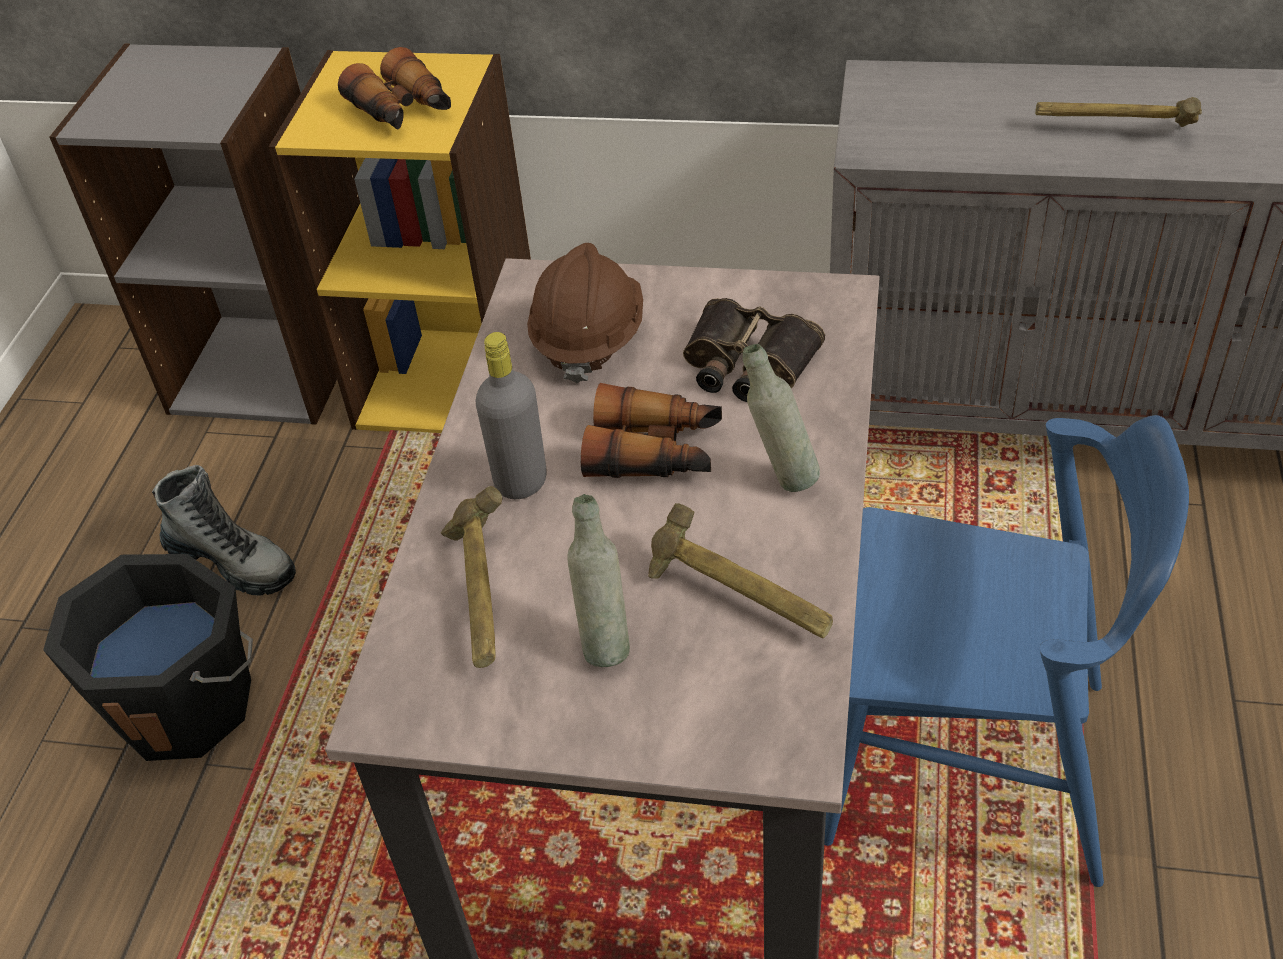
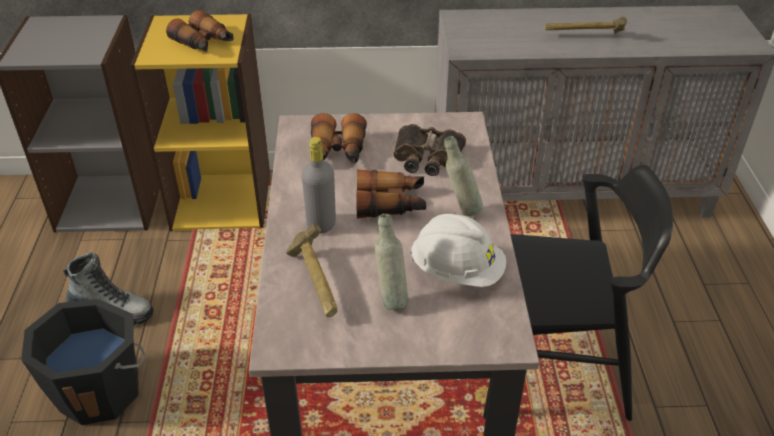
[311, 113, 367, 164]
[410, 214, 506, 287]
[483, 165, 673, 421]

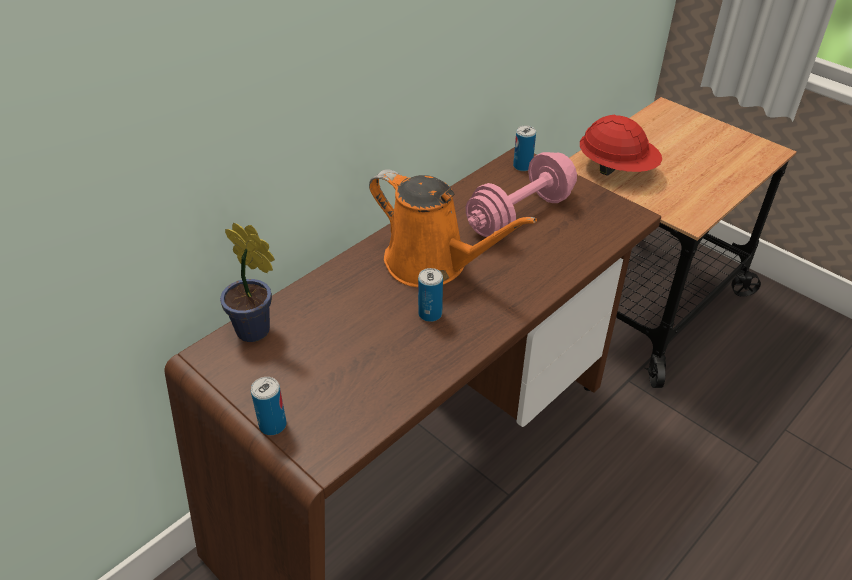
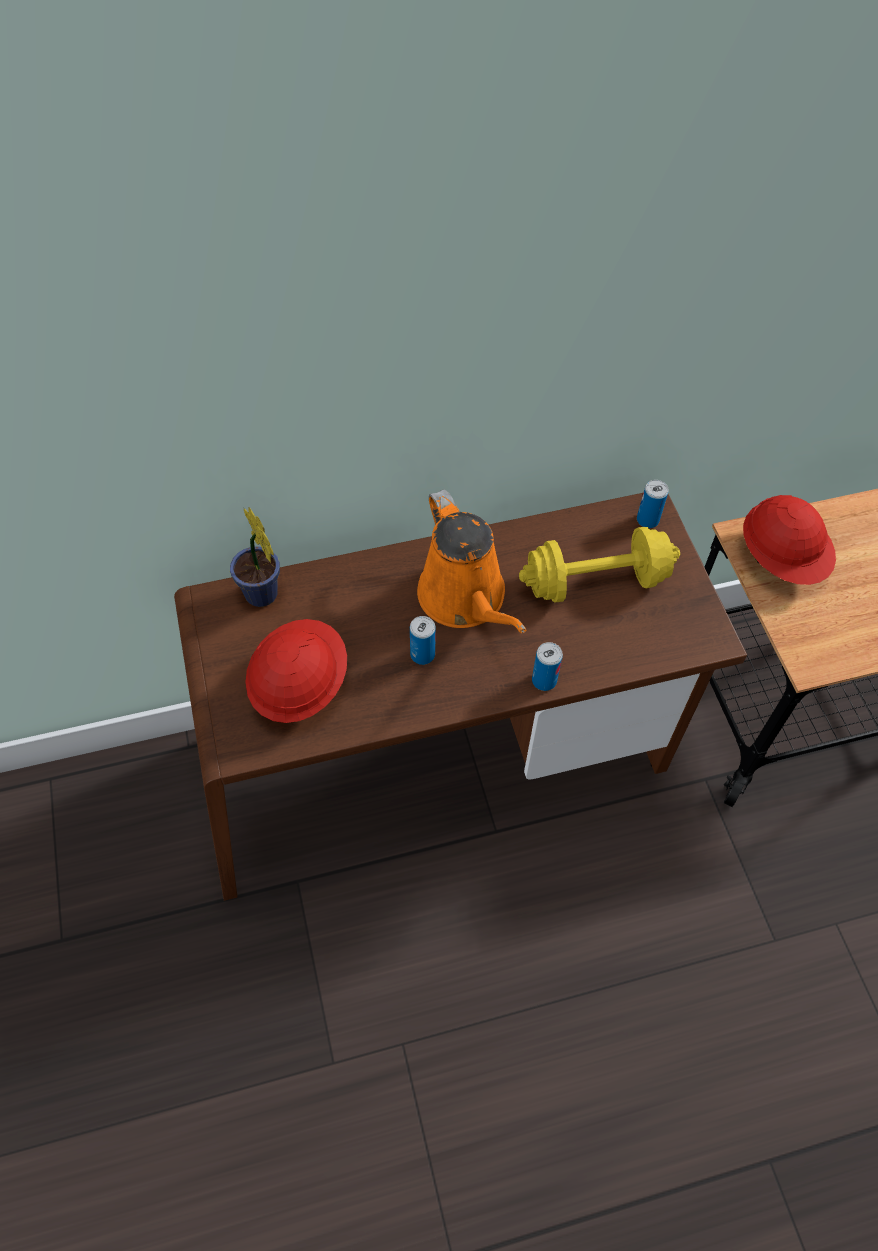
[245, 619, 347, 723]
[519, 527, 680, 603]
[532, 642, 563, 691]

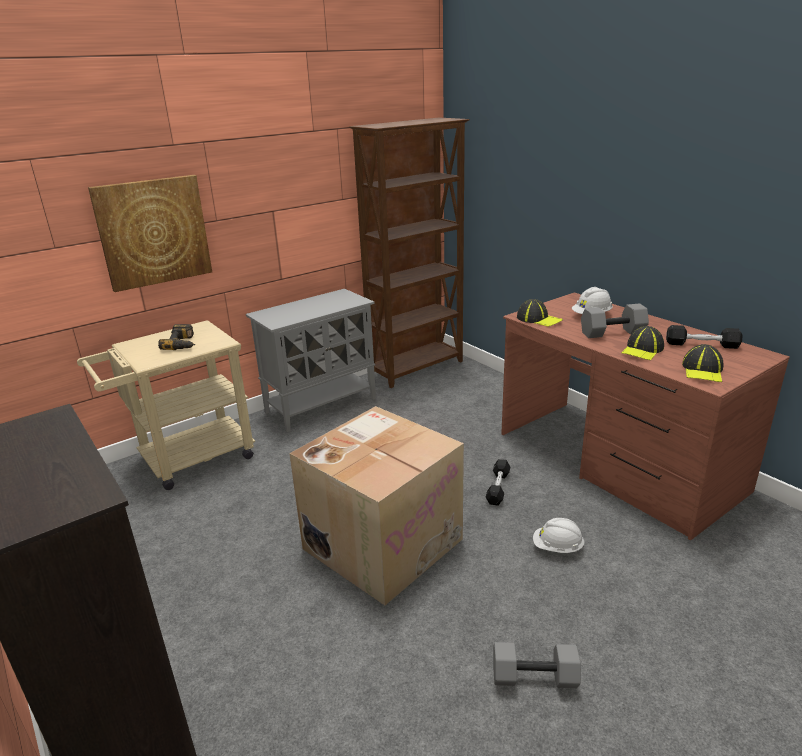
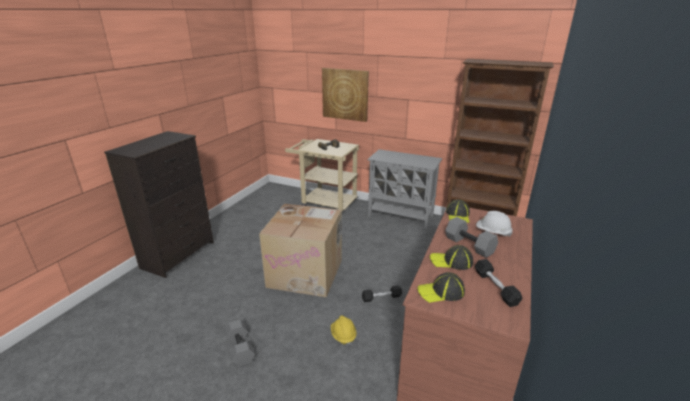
[331, 315, 357, 346]

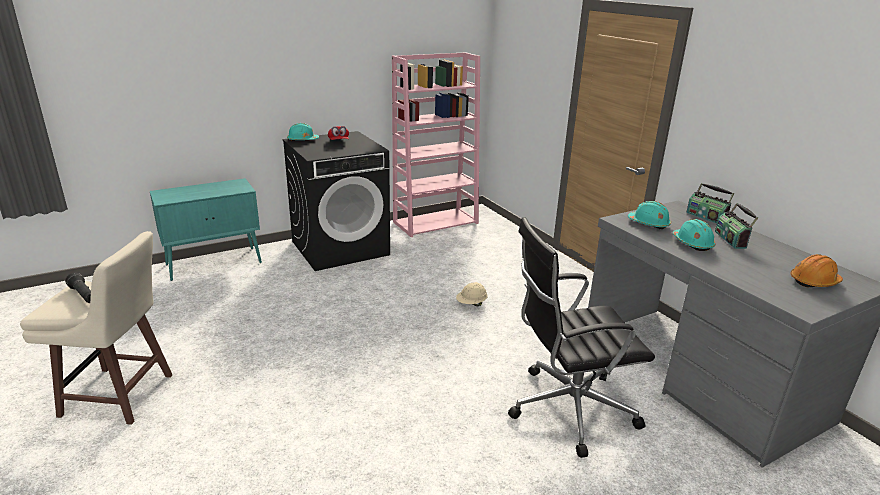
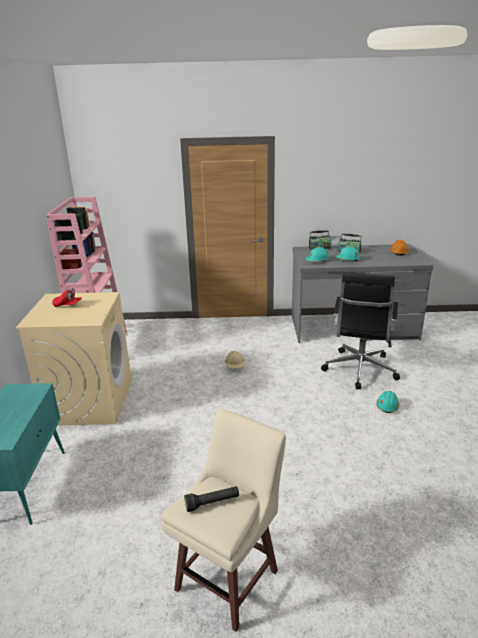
[16, 292, 132, 426]
[376, 391, 400, 413]

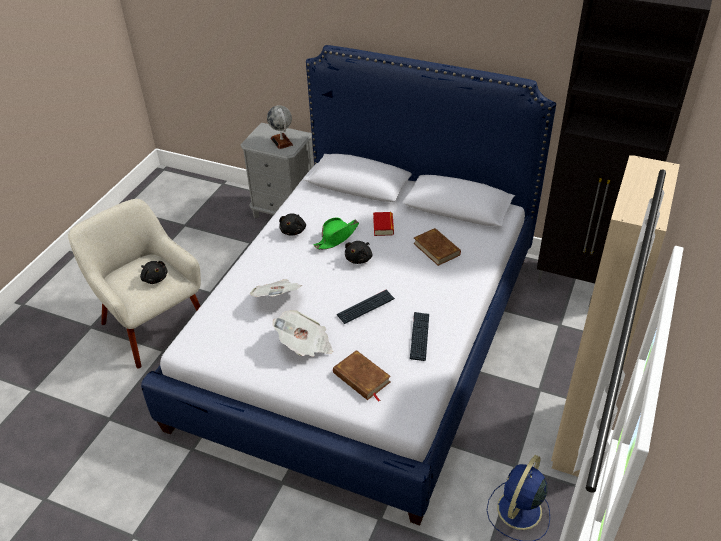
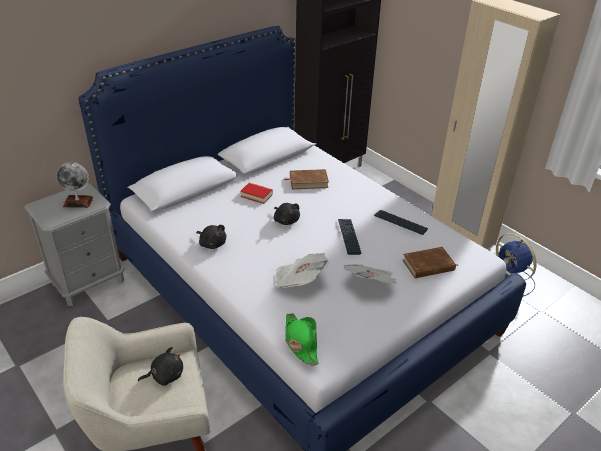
[285, 313, 319, 366]

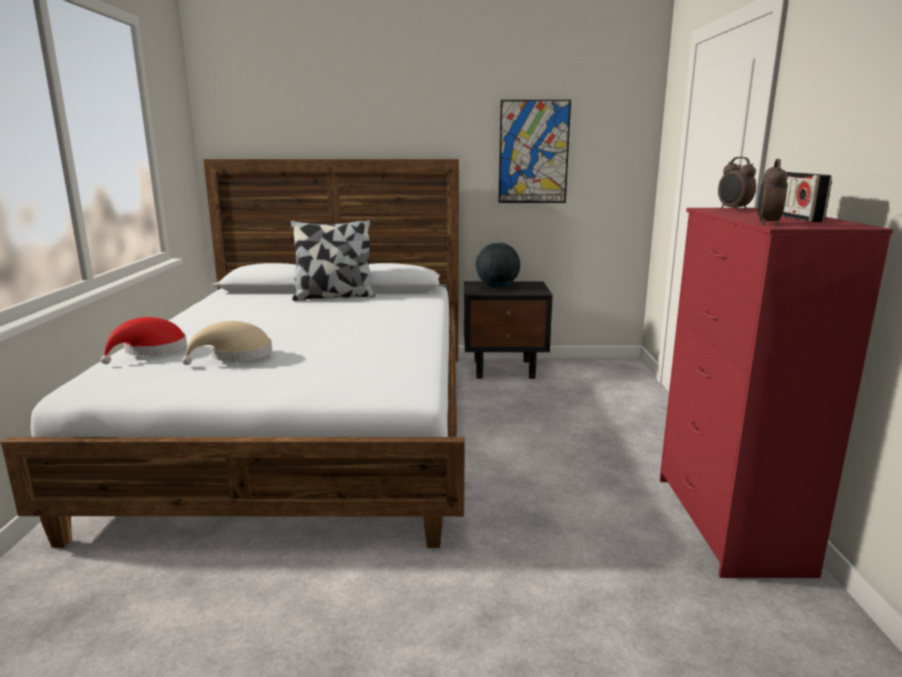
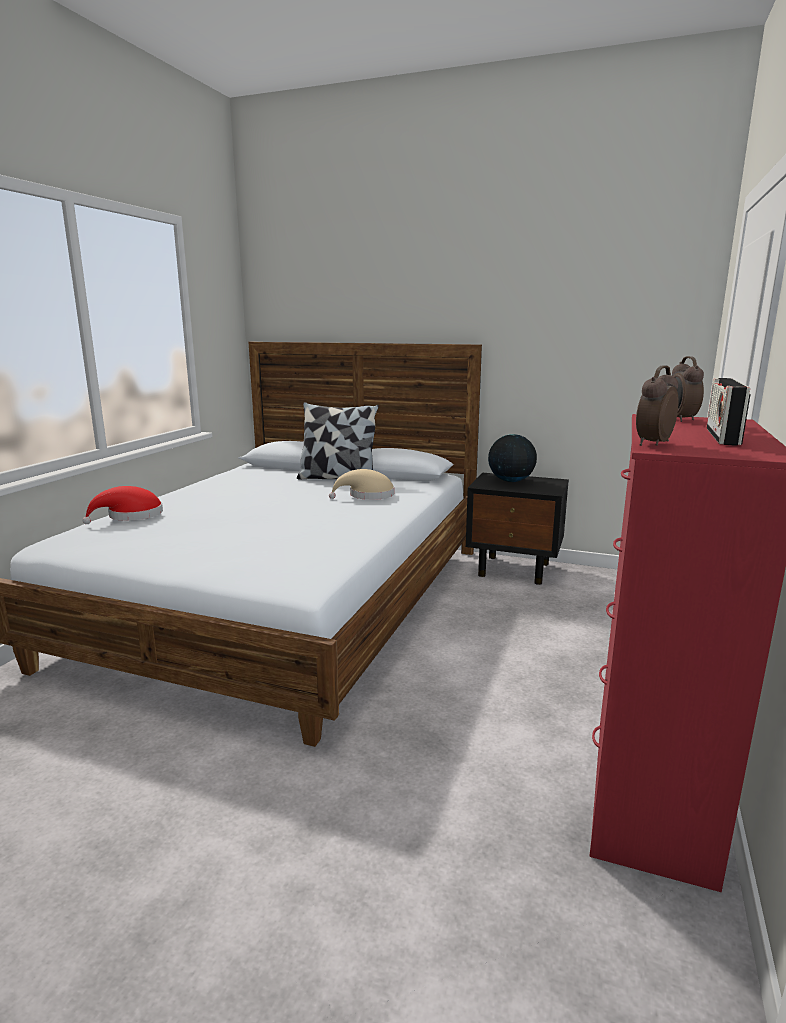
[329, 469, 394, 500]
[498, 100, 571, 203] (first image)

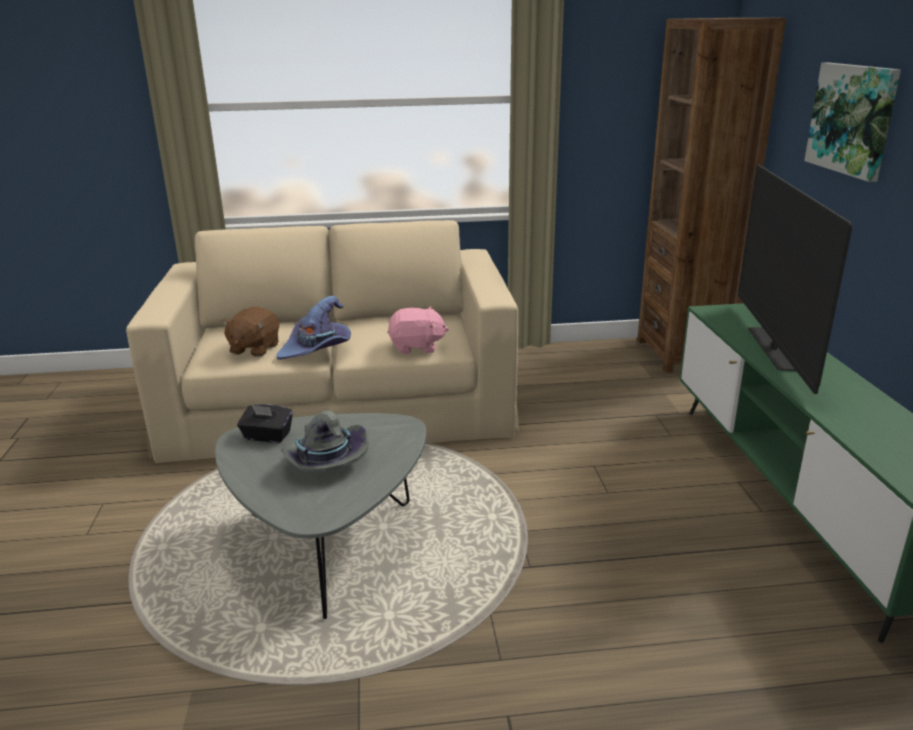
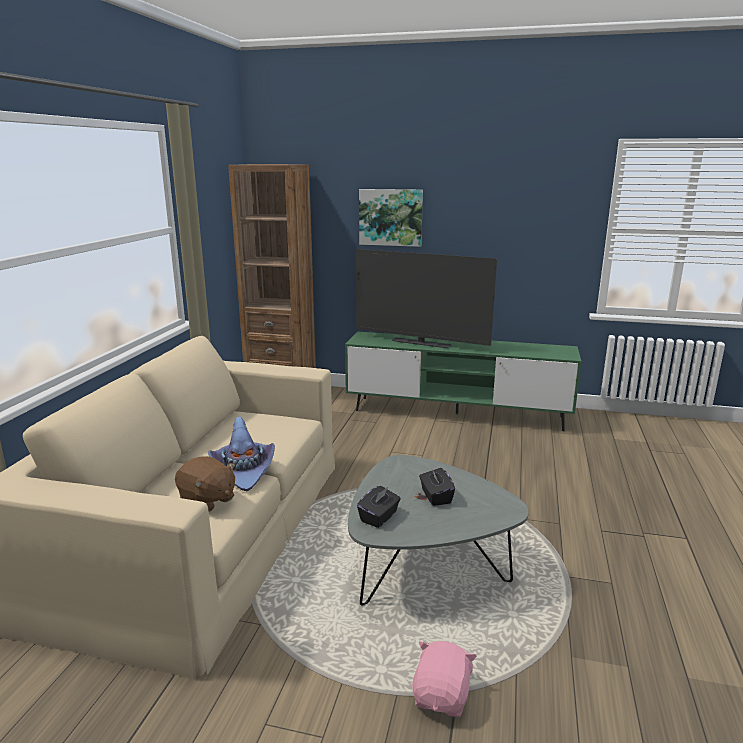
[412, 641, 477, 717]
[419, 468, 455, 506]

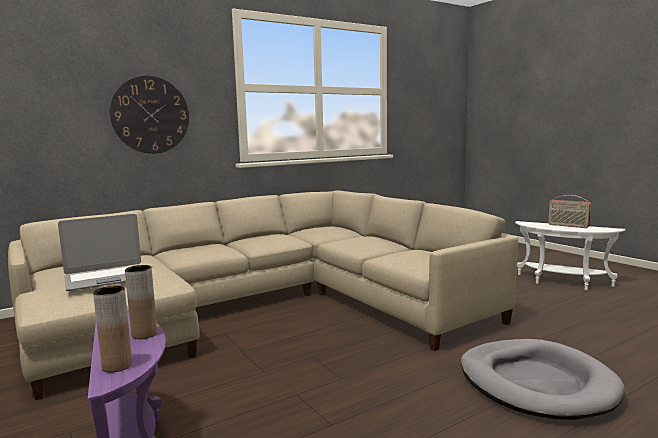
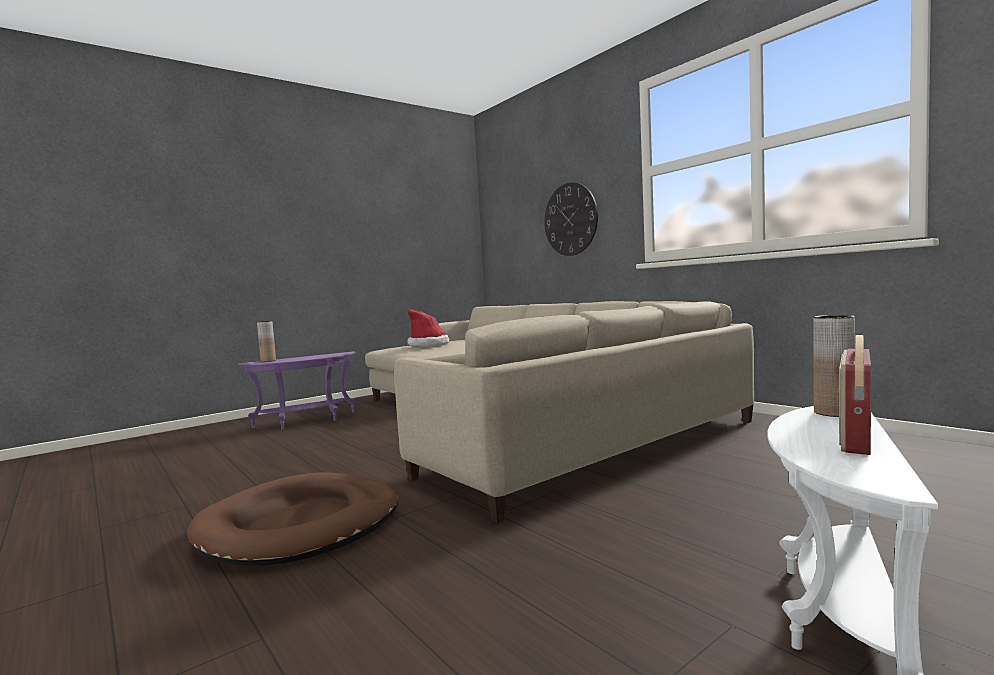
[187, 472, 398, 565]
[407, 309, 449, 347]
[813, 315, 855, 417]

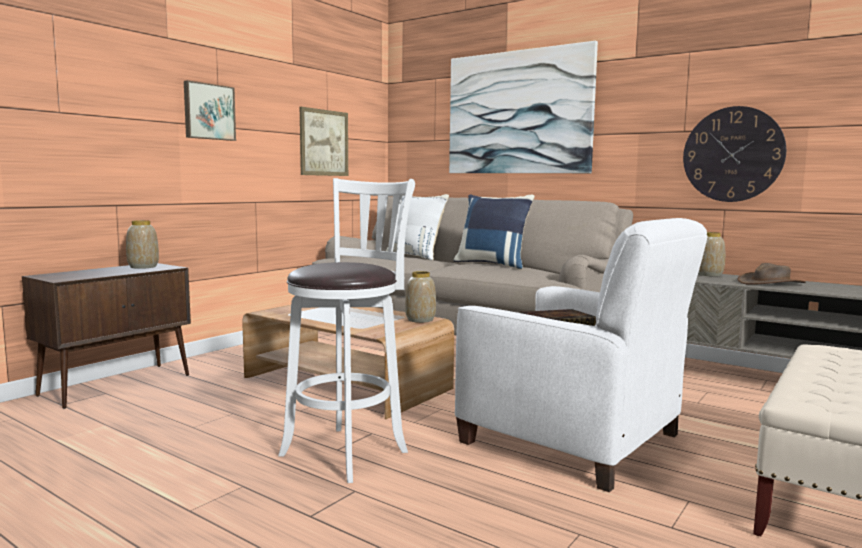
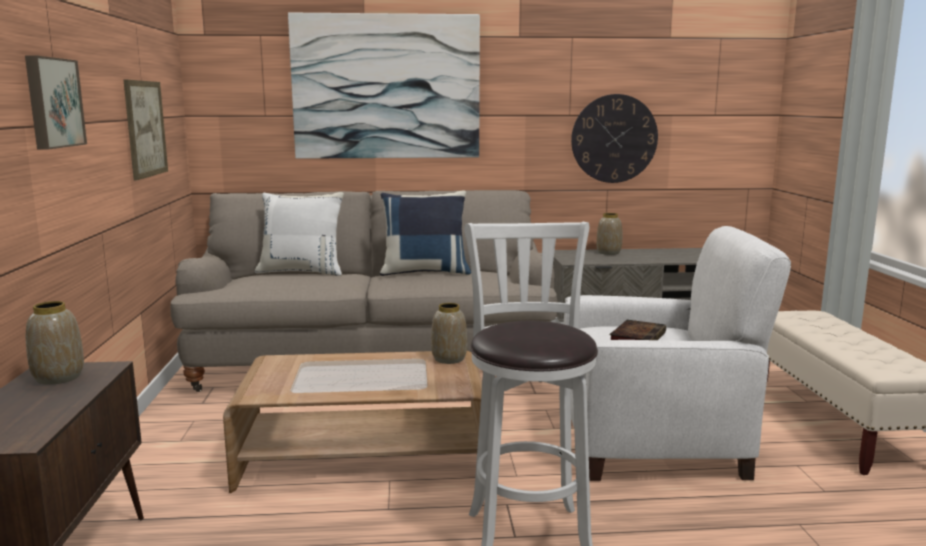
[737, 263, 806, 285] (first image)

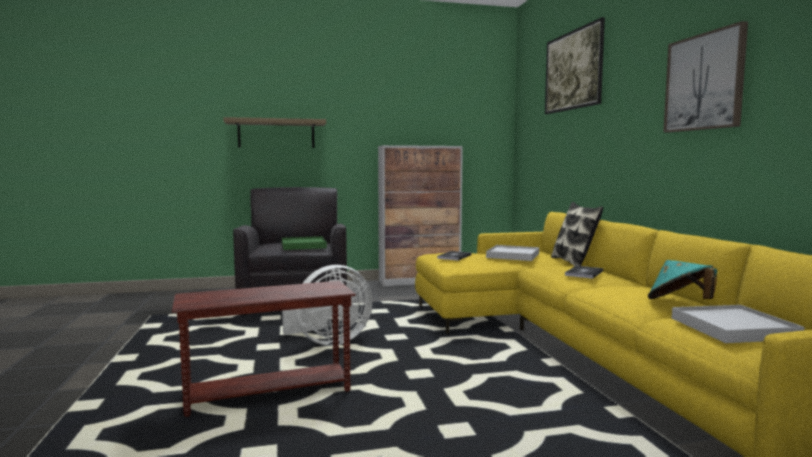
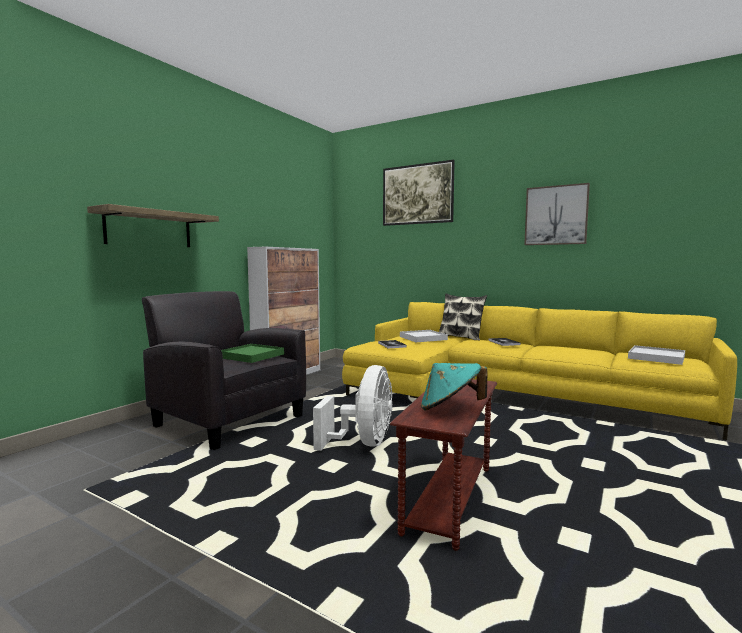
[421, 363, 487, 411]

